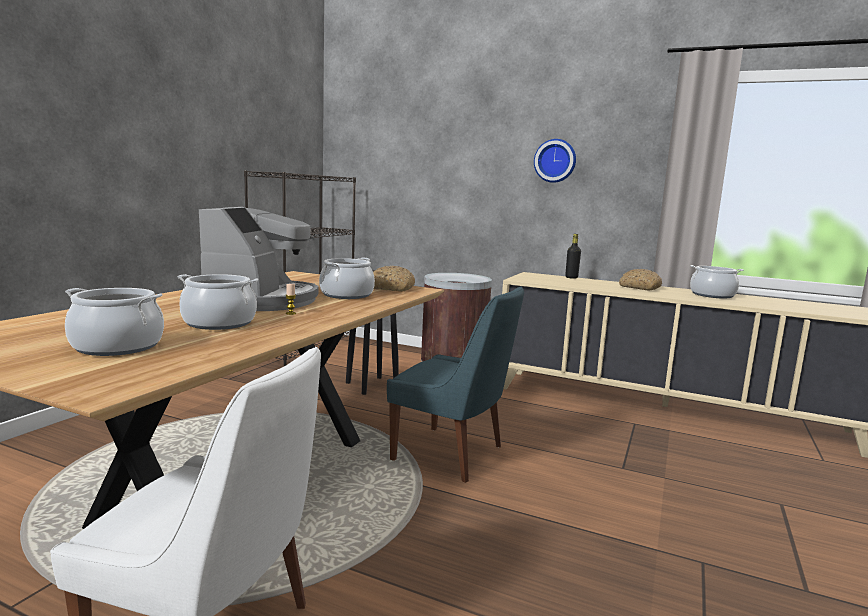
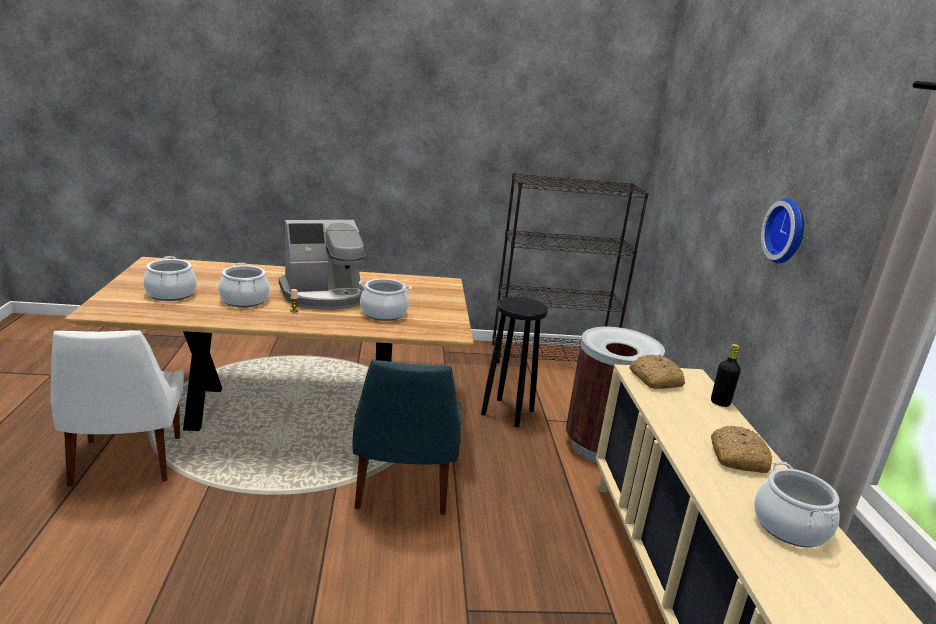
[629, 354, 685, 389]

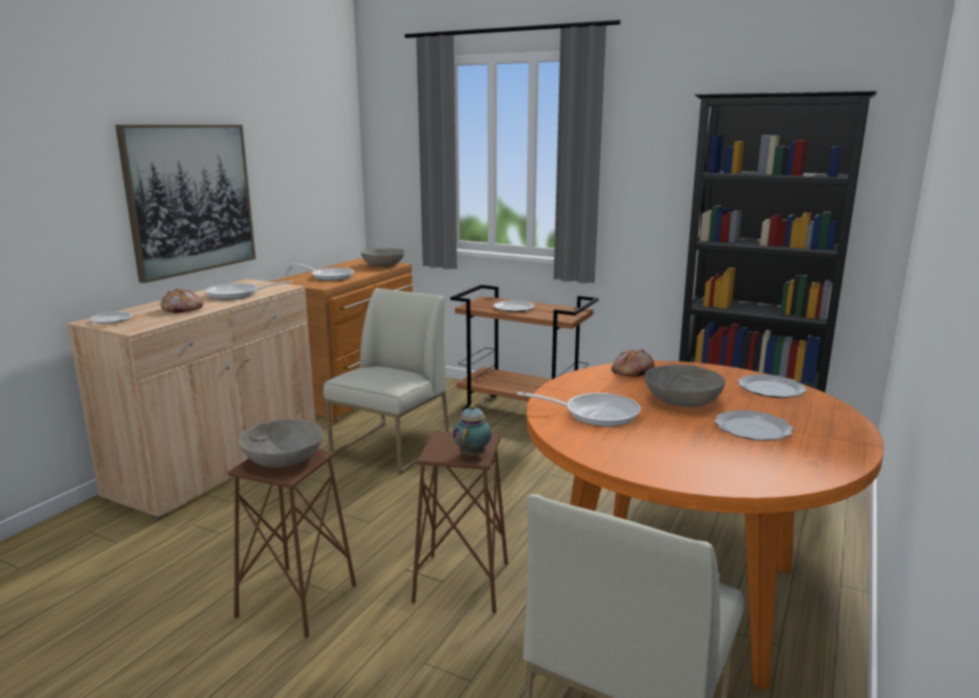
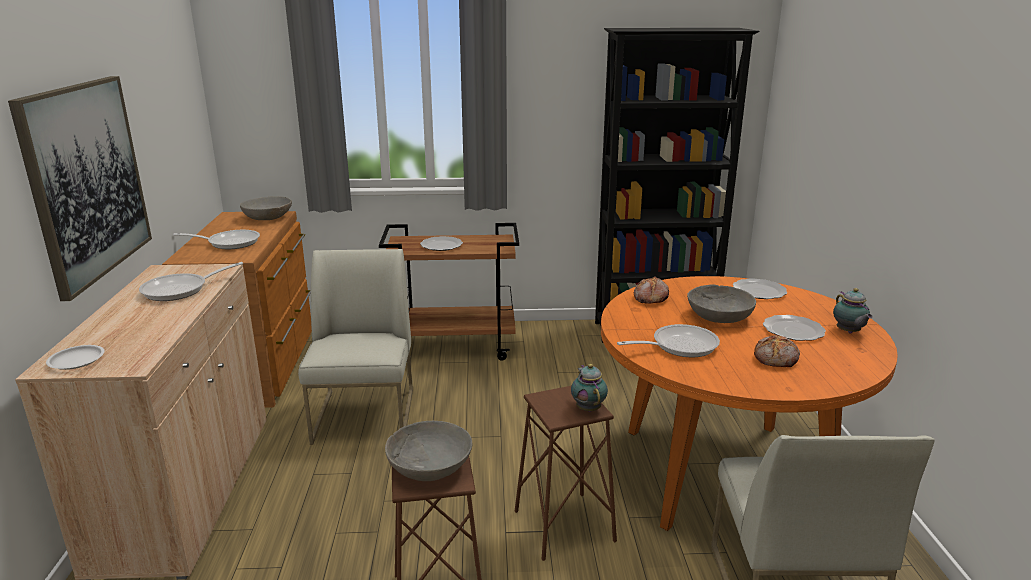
[754, 335, 800, 367]
[833, 288, 873, 334]

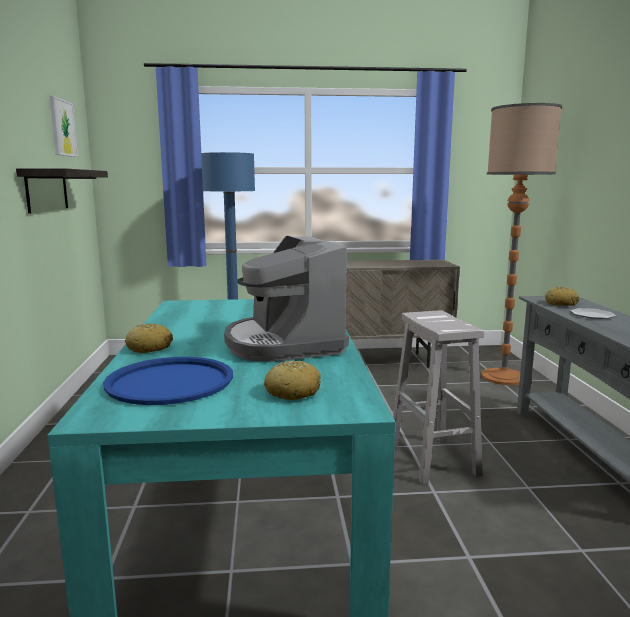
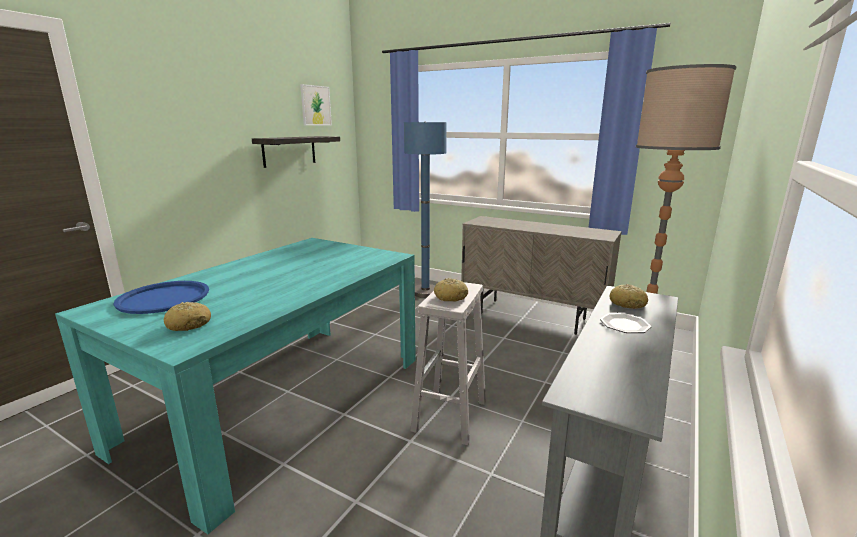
[434, 278, 468, 301]
[224, 236, 349, 362] (first image)

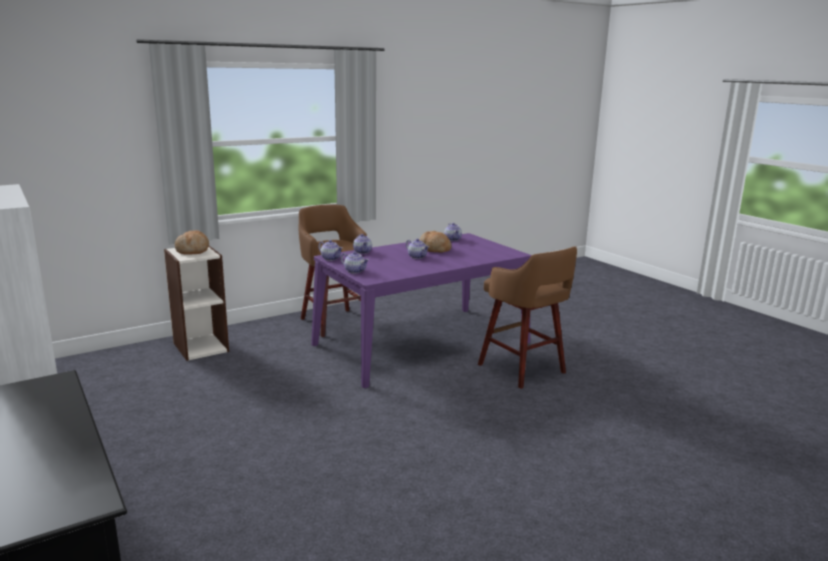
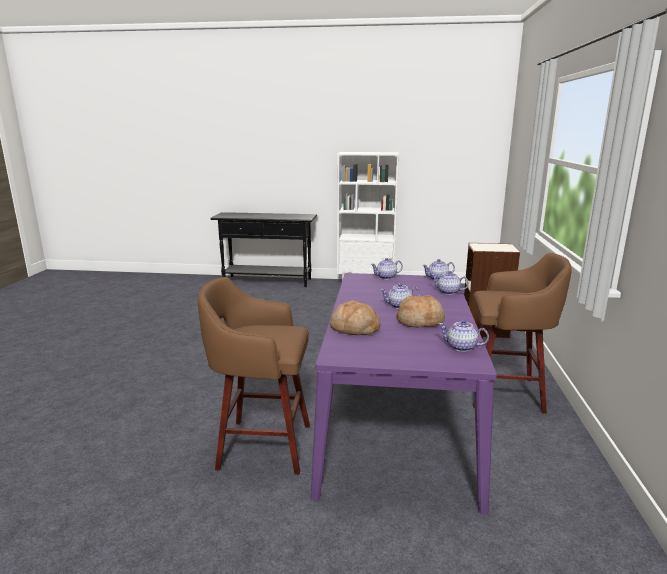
[330, 300, 380, 335]

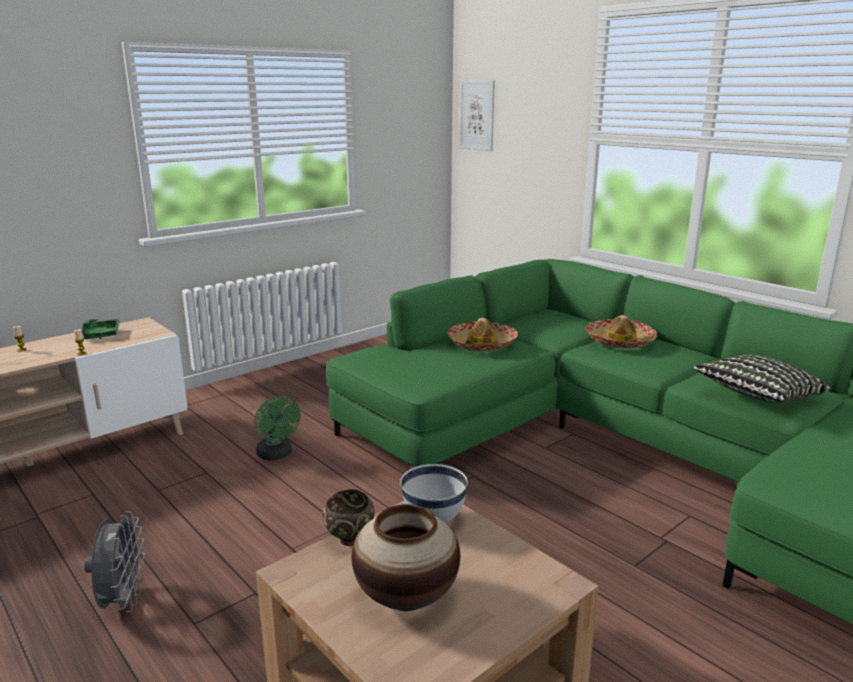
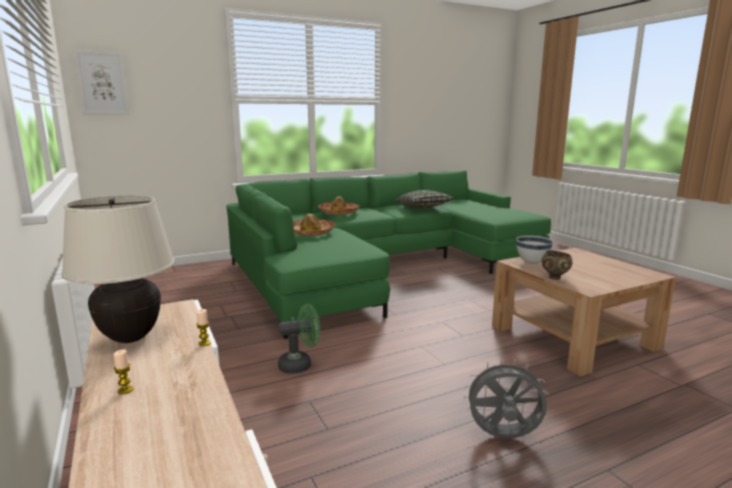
[61, 195, 175, 343]
[352, 504, 460, 611] (first image)

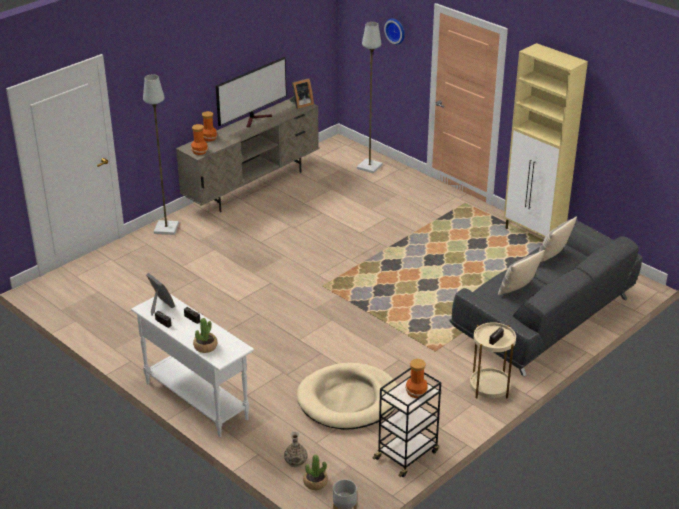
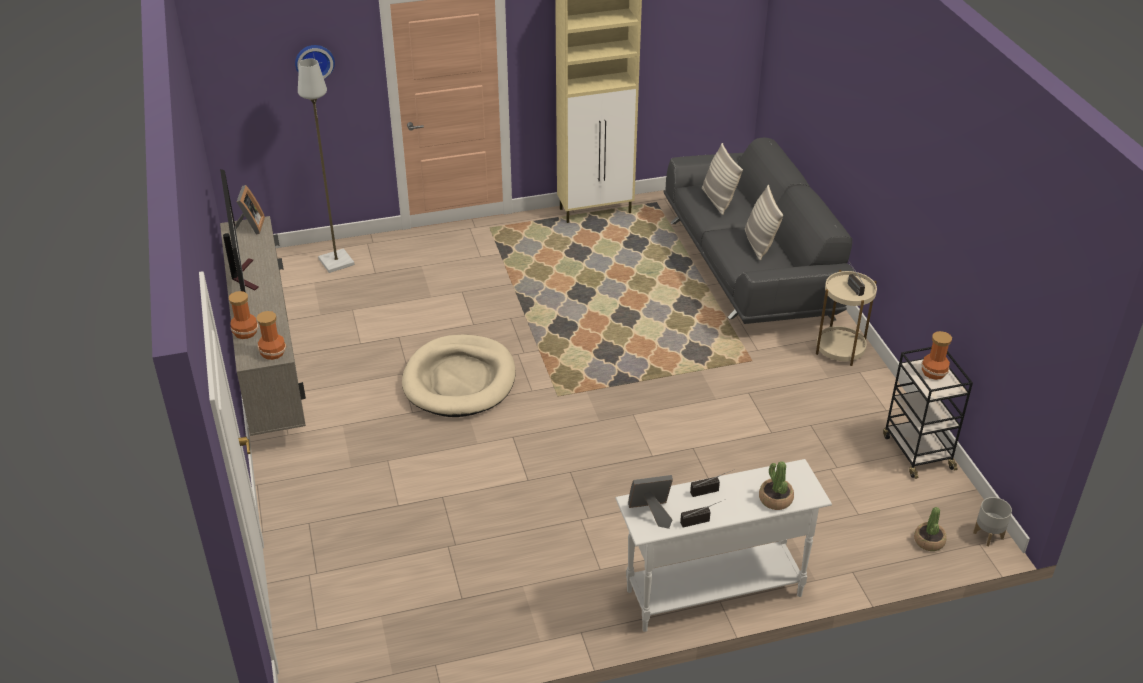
[402, 334, 516, 417]
[143, 75, 179, 235] (first image)
[284, 432, 308, 467] (first image)

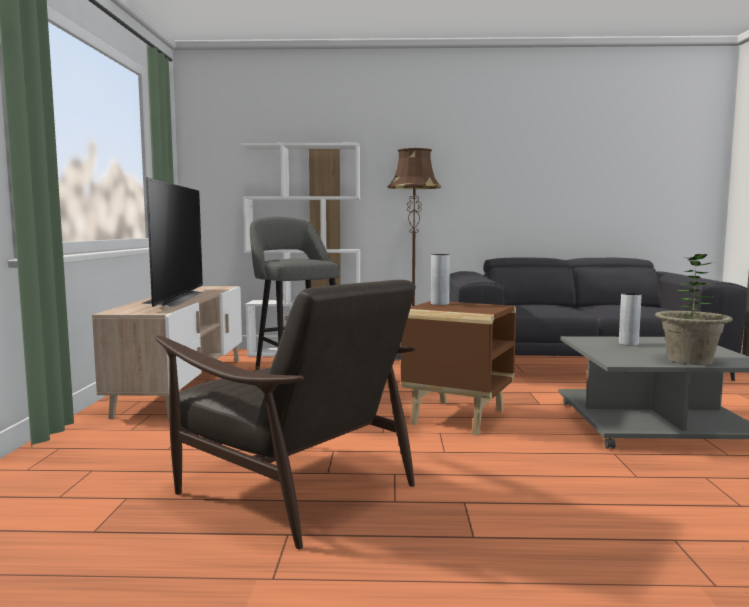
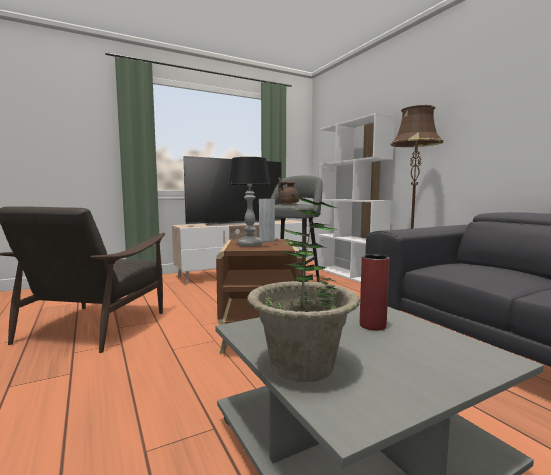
[229, 157, 270, 247]
[278, 178, 299, 204]
[360, 254, 389, 331]

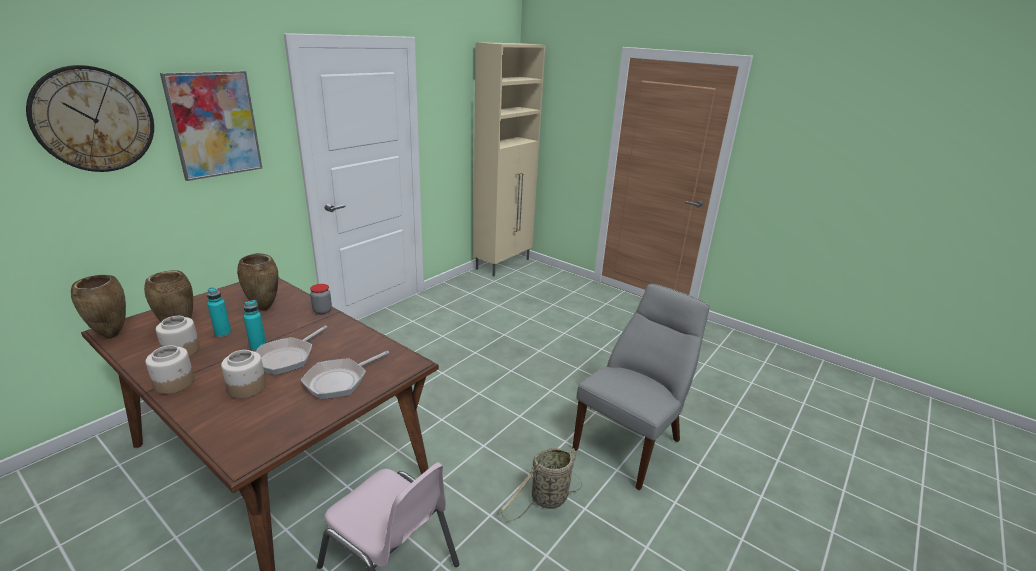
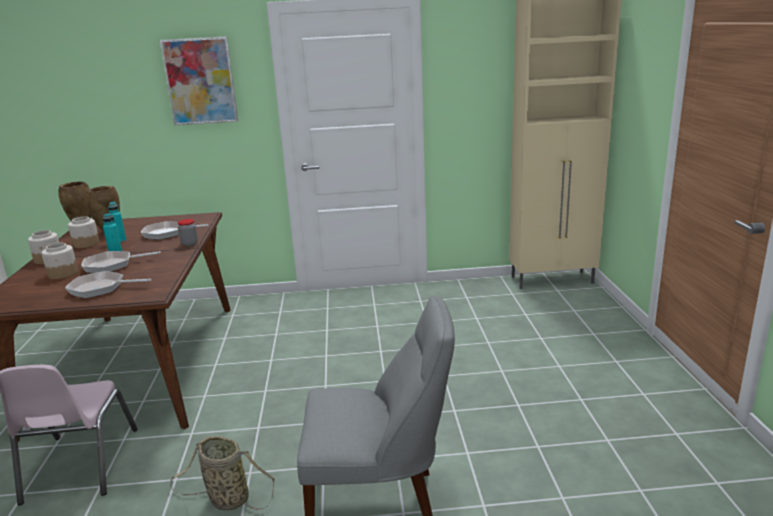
[141, 221, 209, 240]
[26, 65, 154, 172] (first image)

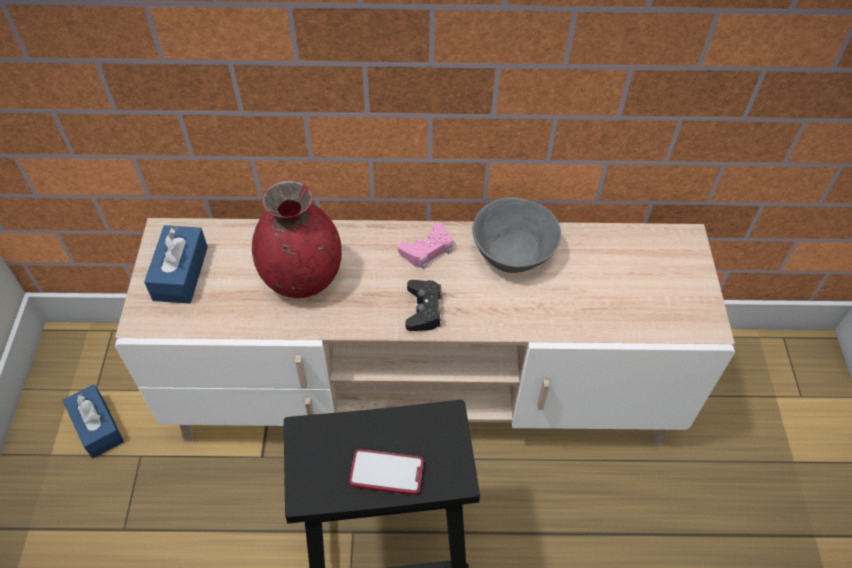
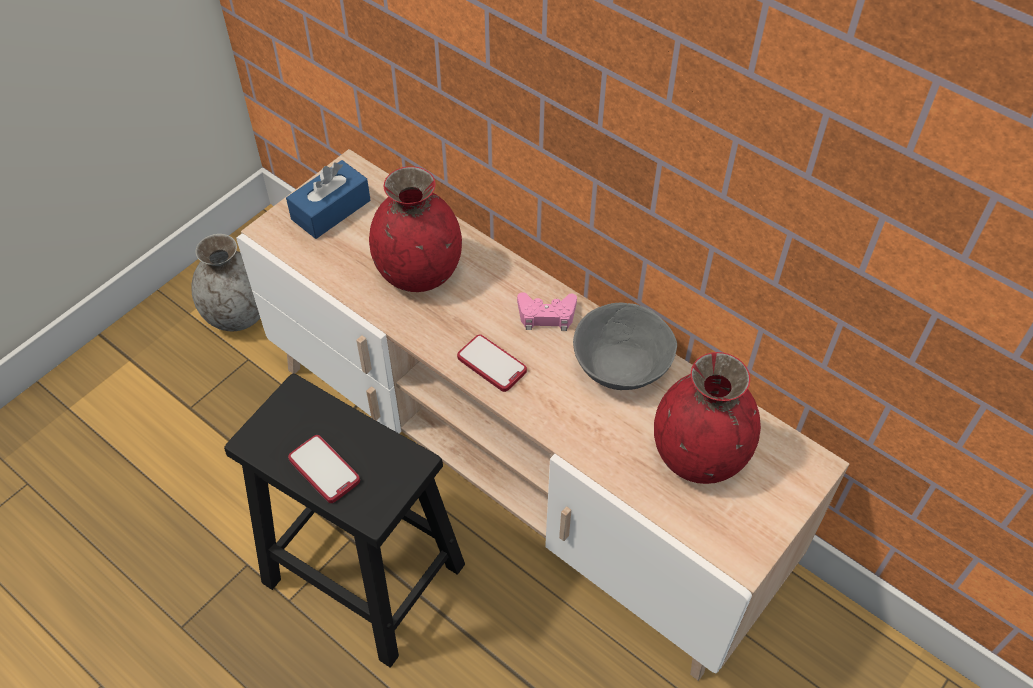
[191, 234, 260, 331]
[457, 334, 527, 392]
[654, 352, 761, 484]

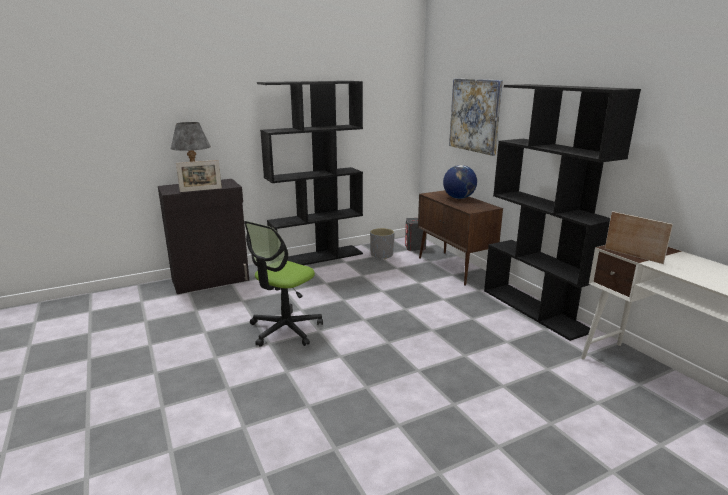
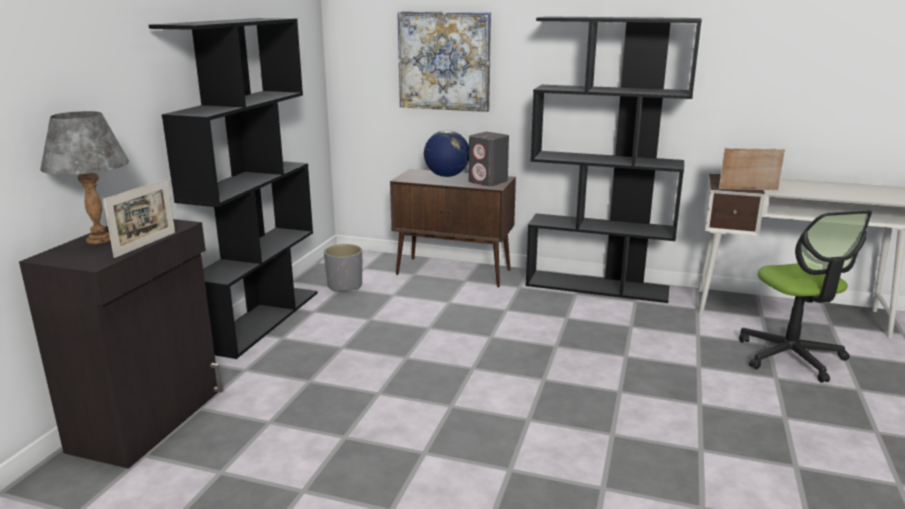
[469, 132, 509, 186]
[739, 210, 872, 383]

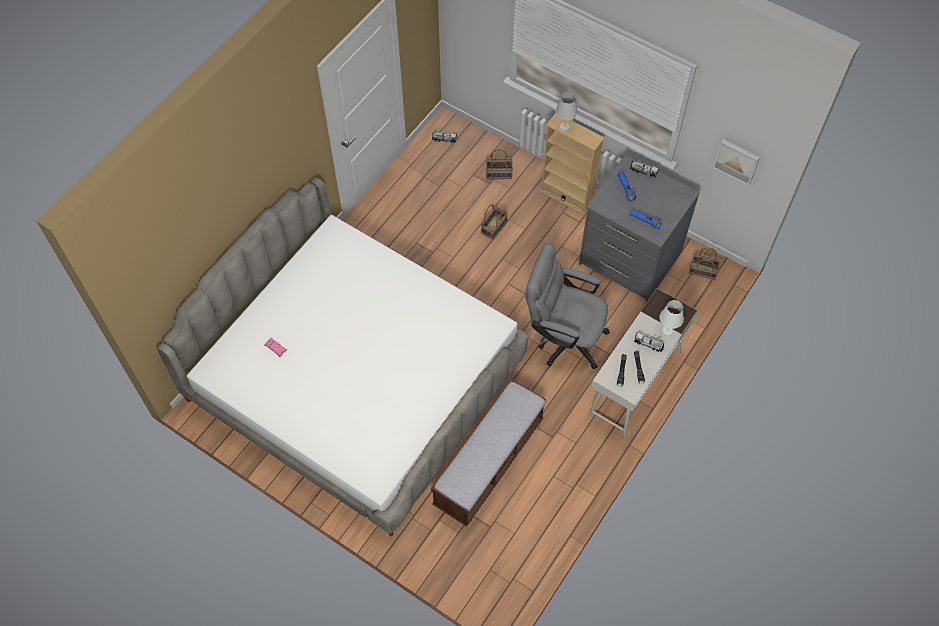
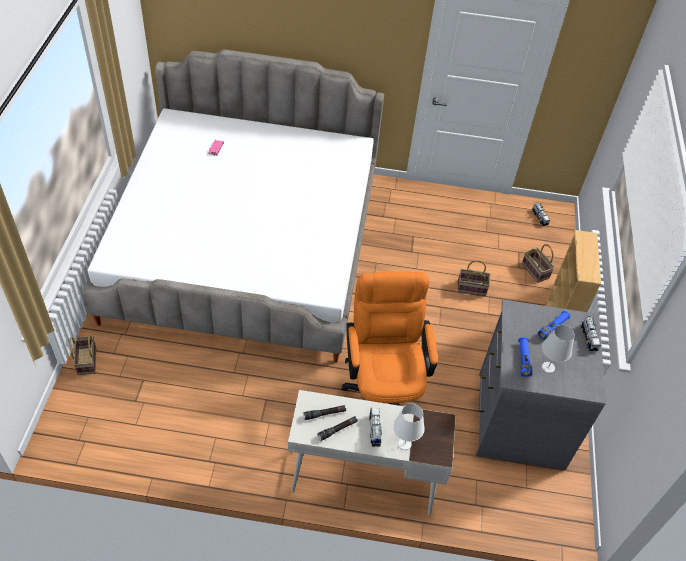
[70, 335, 96, 375]
[342, 271, 438, 406]
[542, 325, 575, 373]
[431, 379, 546, 527] (first image)
[713, 139, 760, 185] (first image)

